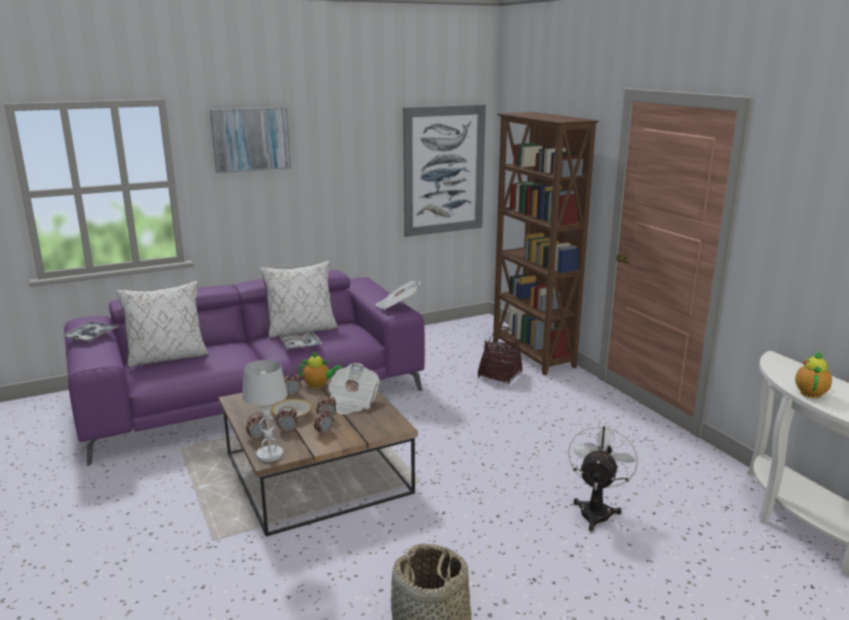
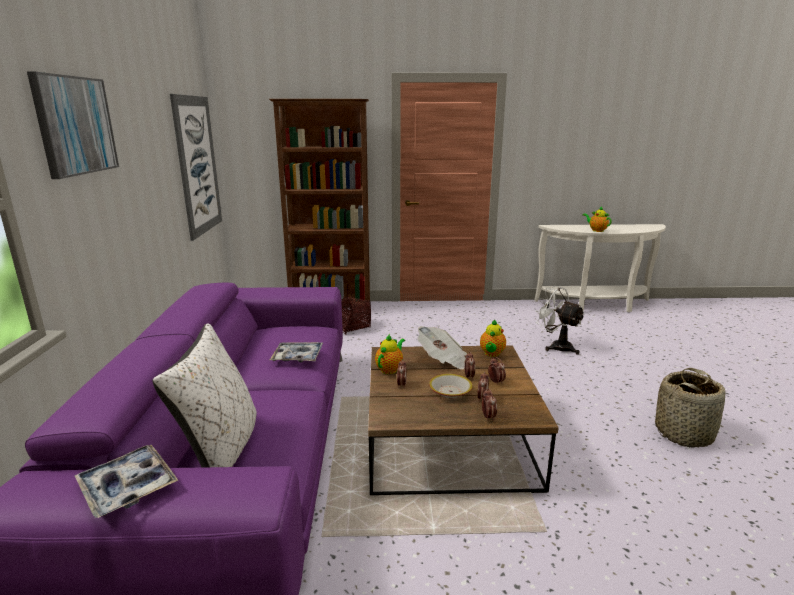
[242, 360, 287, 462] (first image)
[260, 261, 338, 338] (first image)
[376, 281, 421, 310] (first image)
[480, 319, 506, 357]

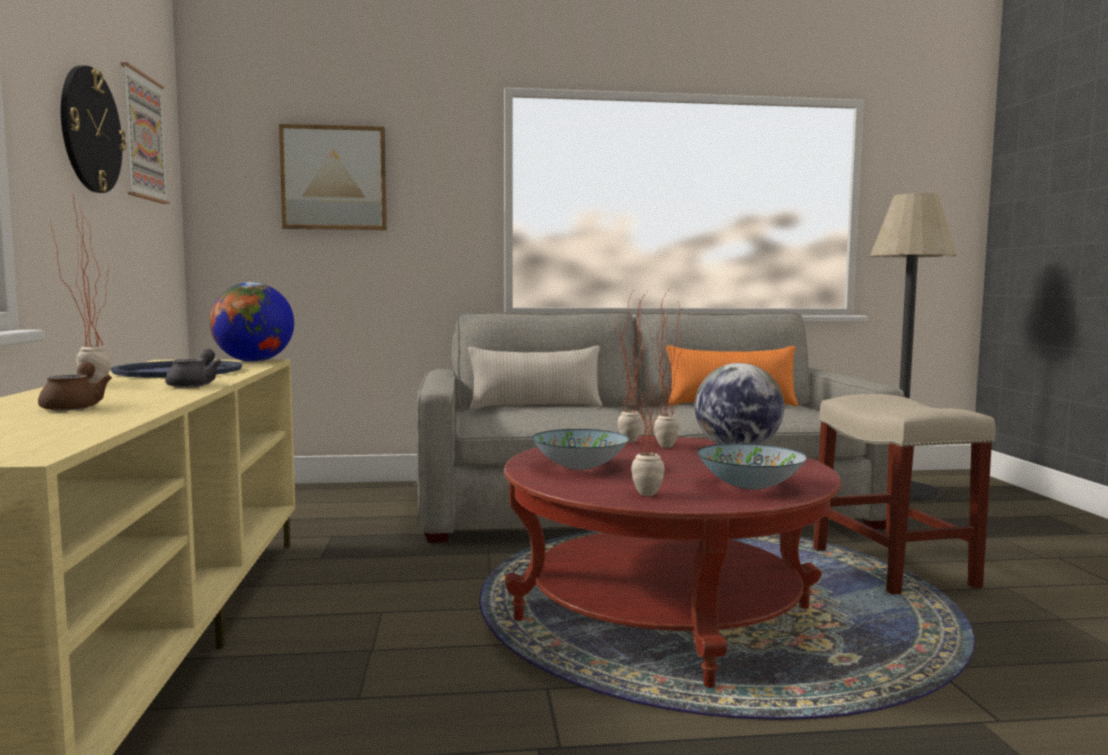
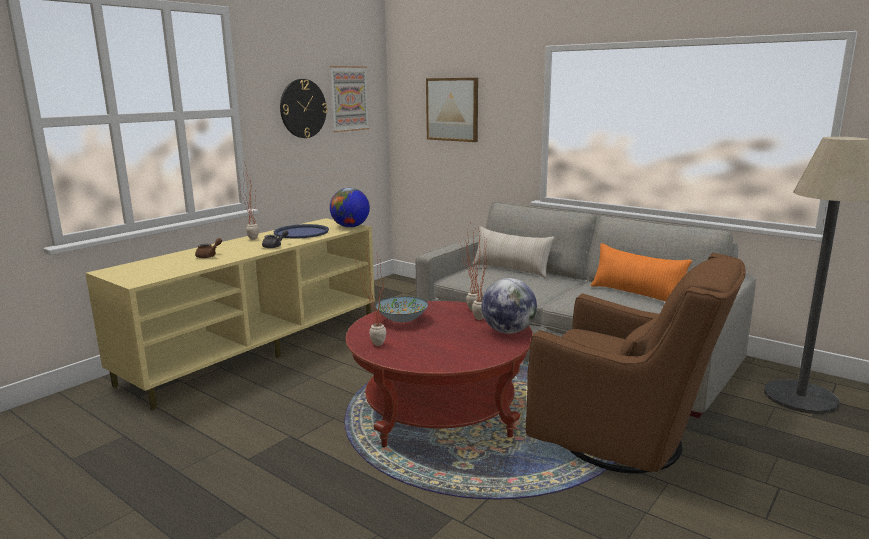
[697, 444, 807, 490] (first image)
[526, 253, 745, 474]

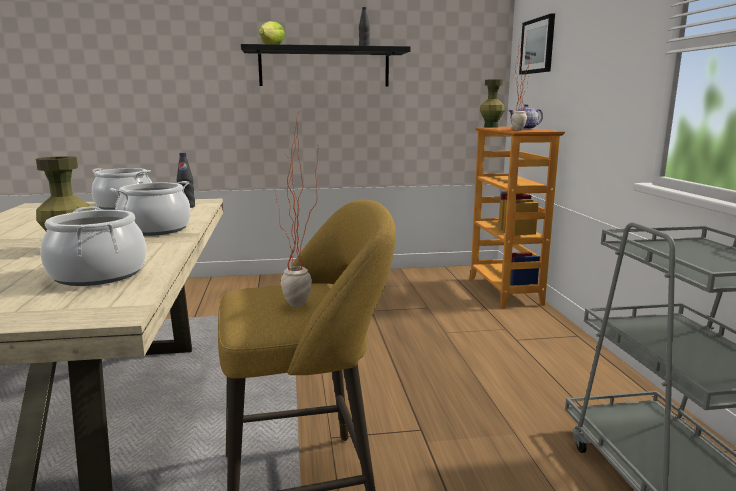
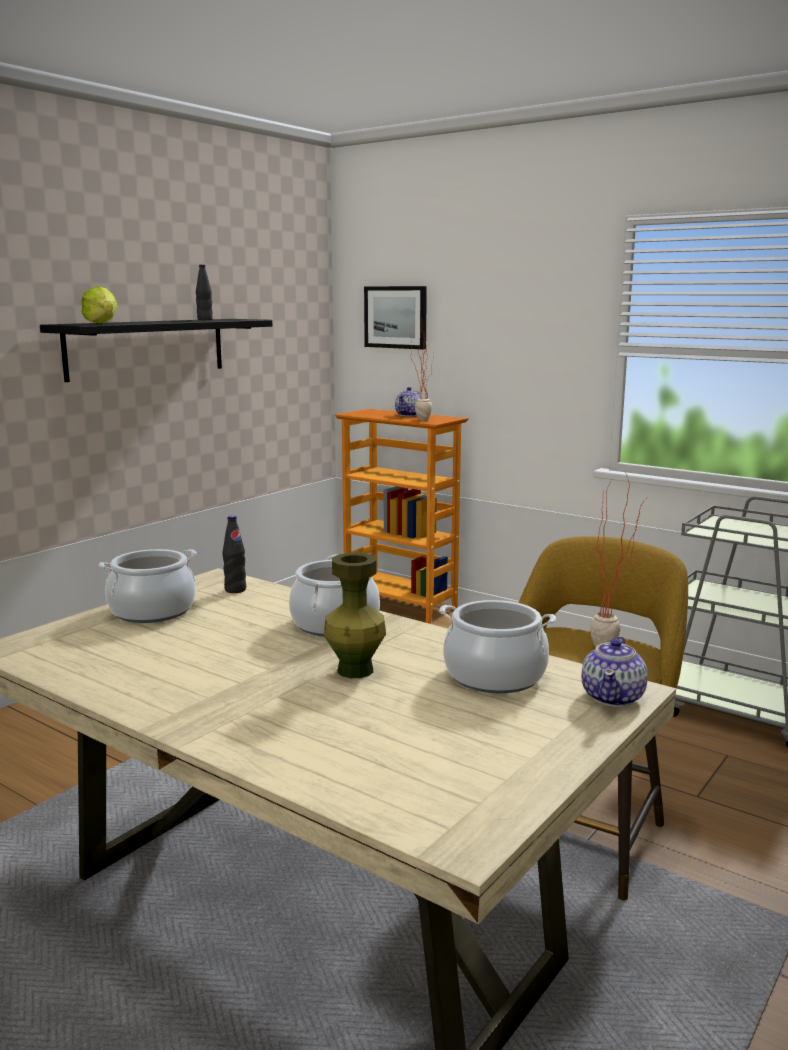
[480, 79, 505, 128] (first image)
[581, 636, 648, 707]

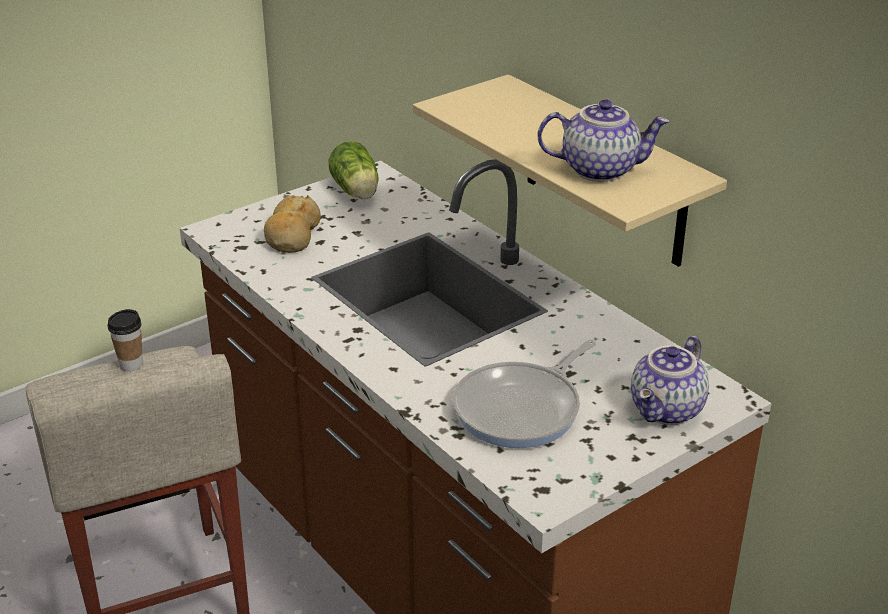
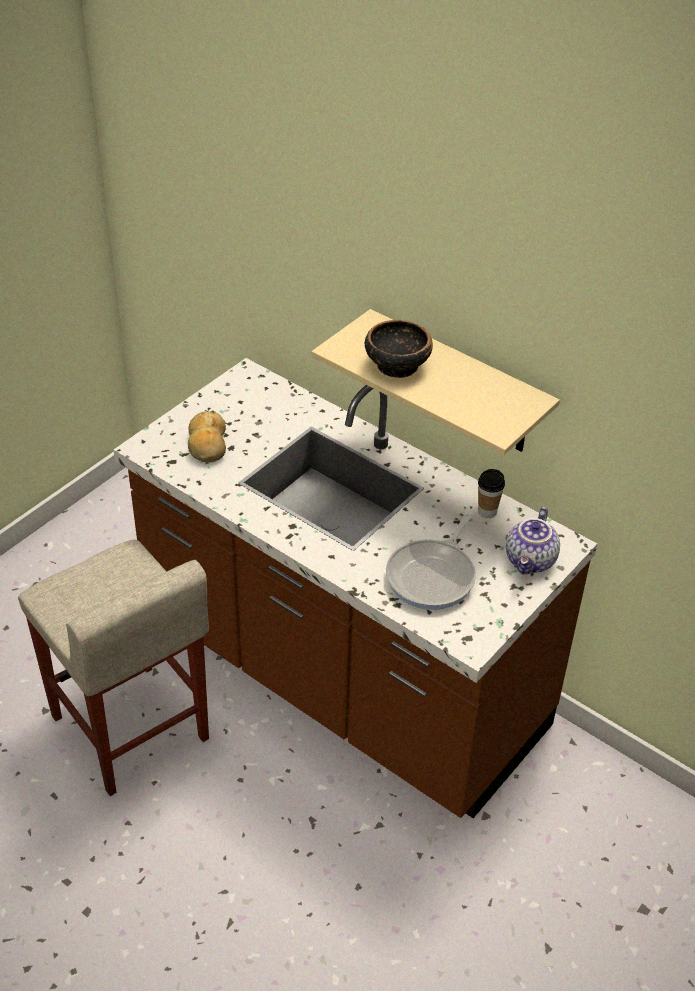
[329, 141, 379, 199] (first image)
[537, 99, 670, 182] (first image)
[365, 320, 433, 378]
[478, 469, 505, 518]

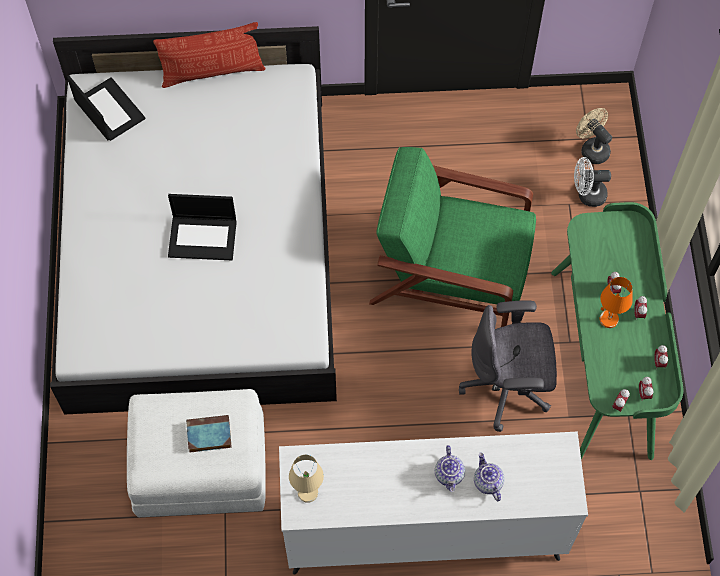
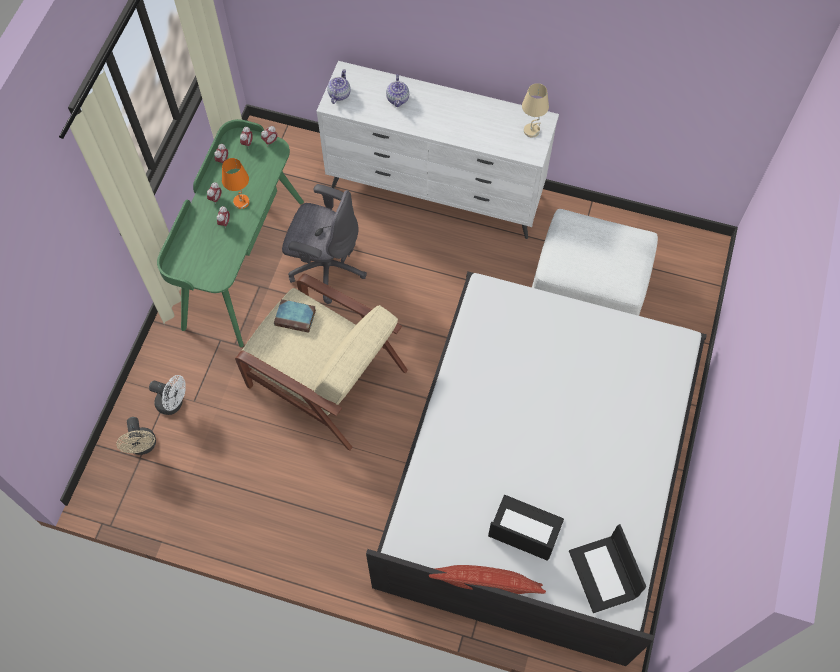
[488, 495, 564, 561]
[274, 299, 316, 333]
[327, 69, 351, 104]
[235, 274, 408, 451]

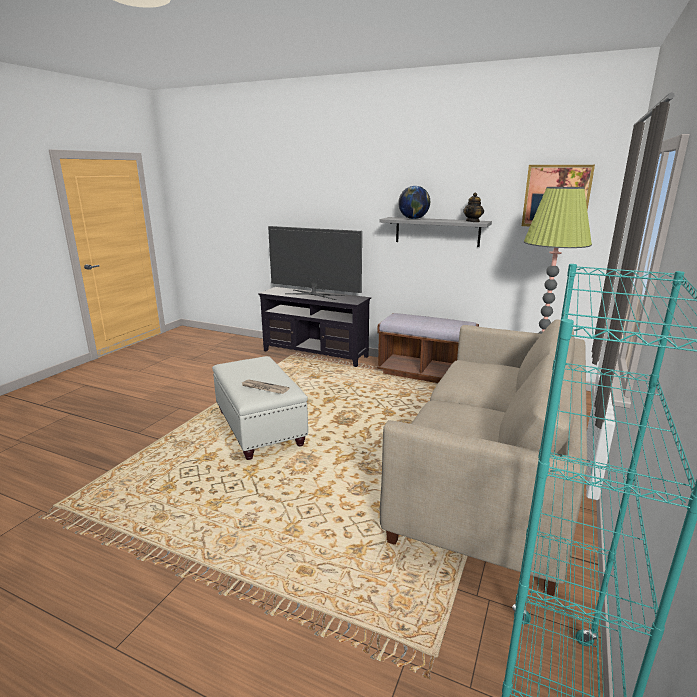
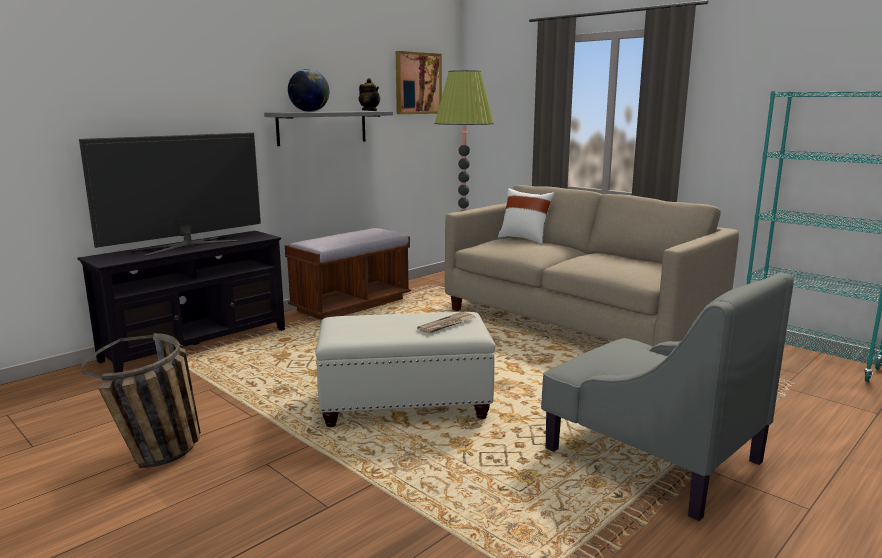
[80, 333, 201, 468]
[498, 188, 555, 244]
[541, 273, 794, 521]

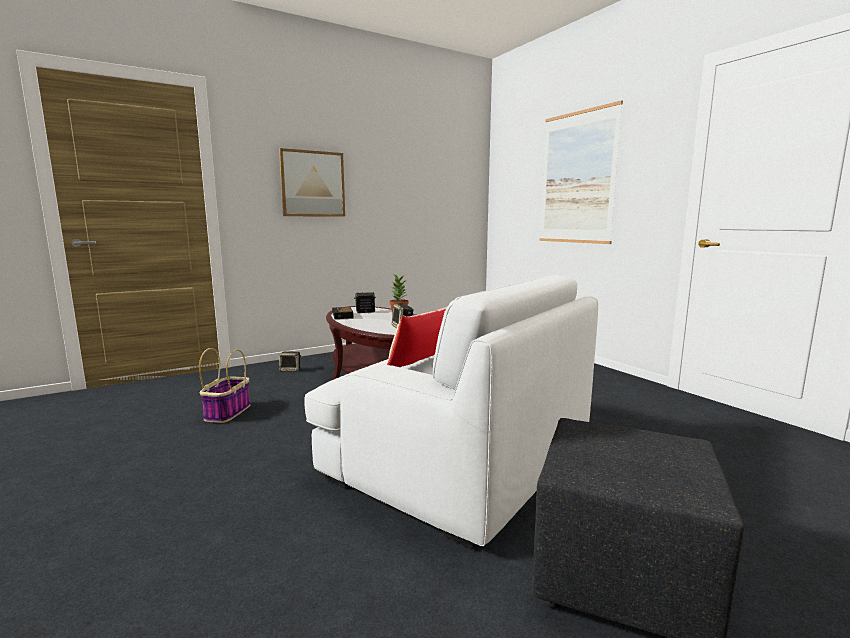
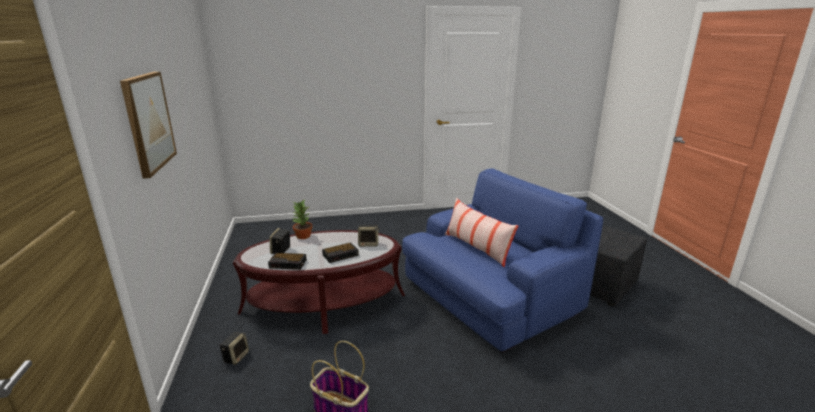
[539, 100, 623, 244] (first image)
[322, 242, 359, 263]
[402, 168, 603, 353]

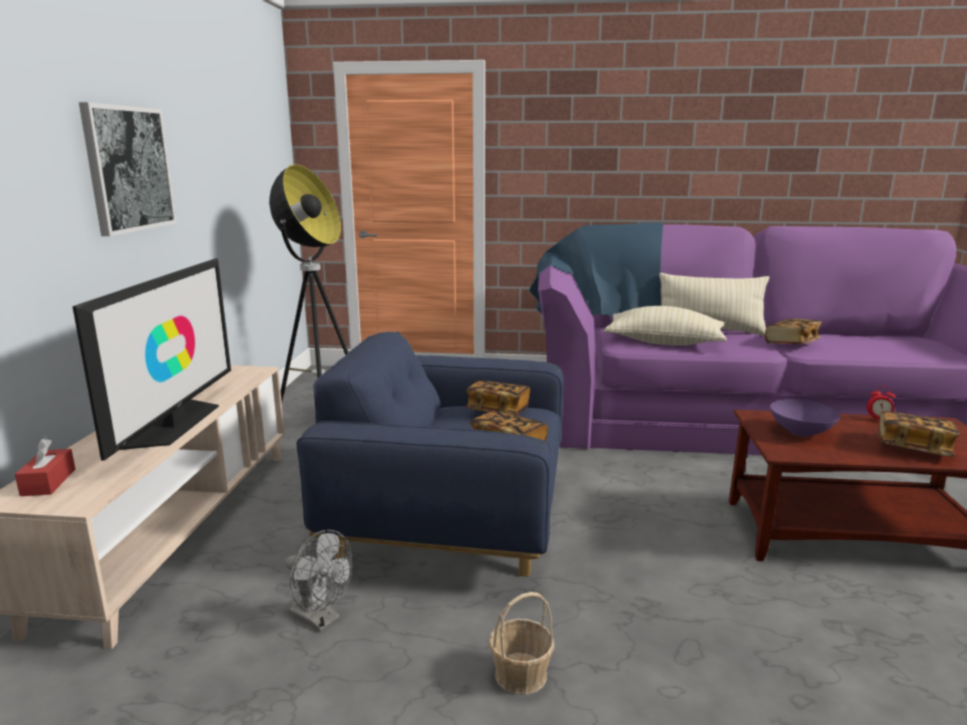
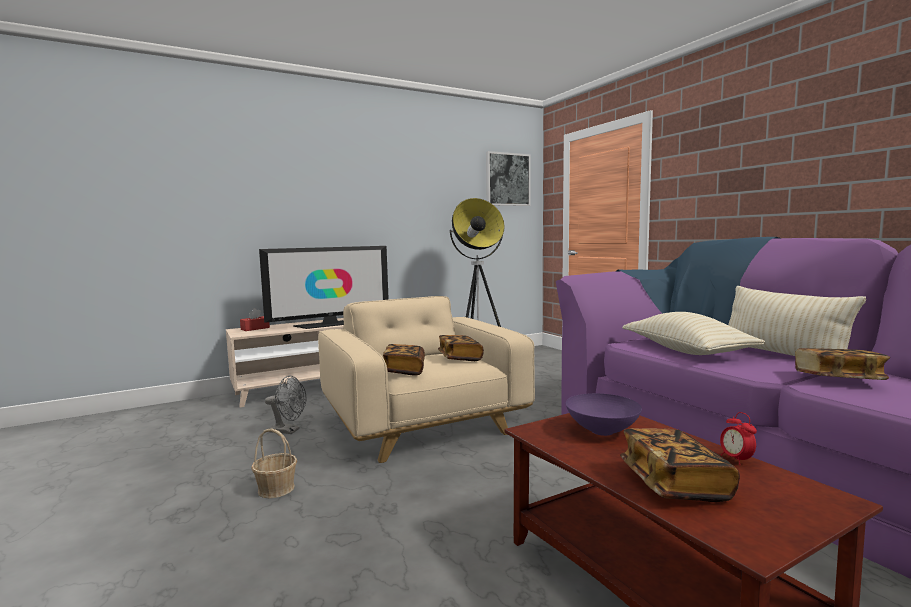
[486, 151, 531, 206]
[318, 296, 535, 463]
[265, 376, 306, 434]

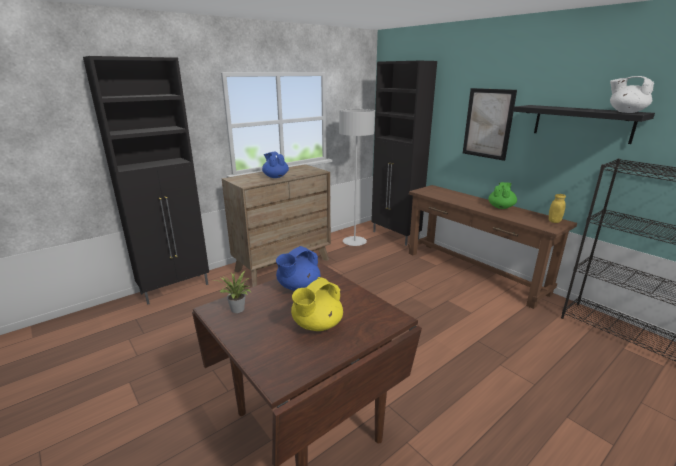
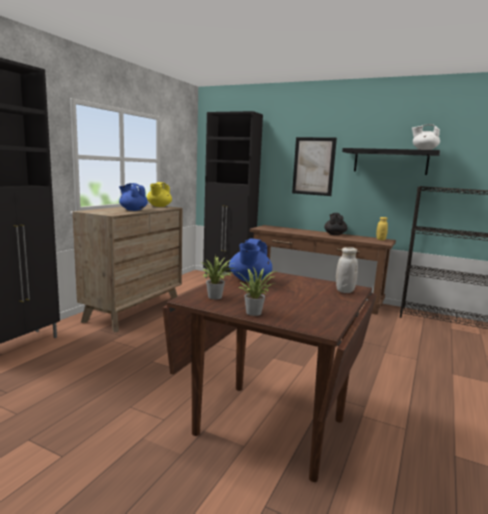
[339, 109, 375, 246] (first image)
[237, 267, 277, 316]
[336, 247, 358, 293]
[147, 182, 172, 207]
[324, 213, 348, 235]

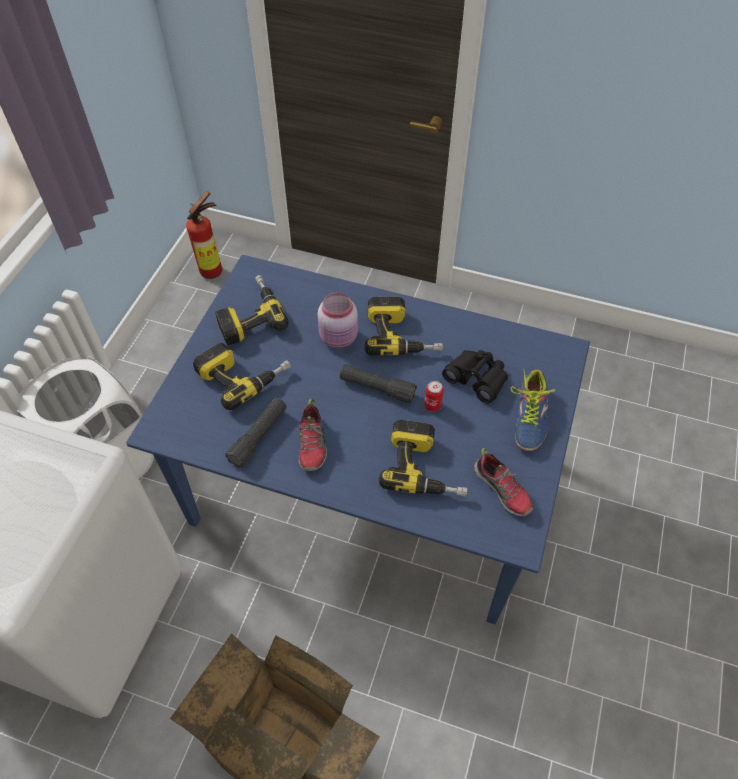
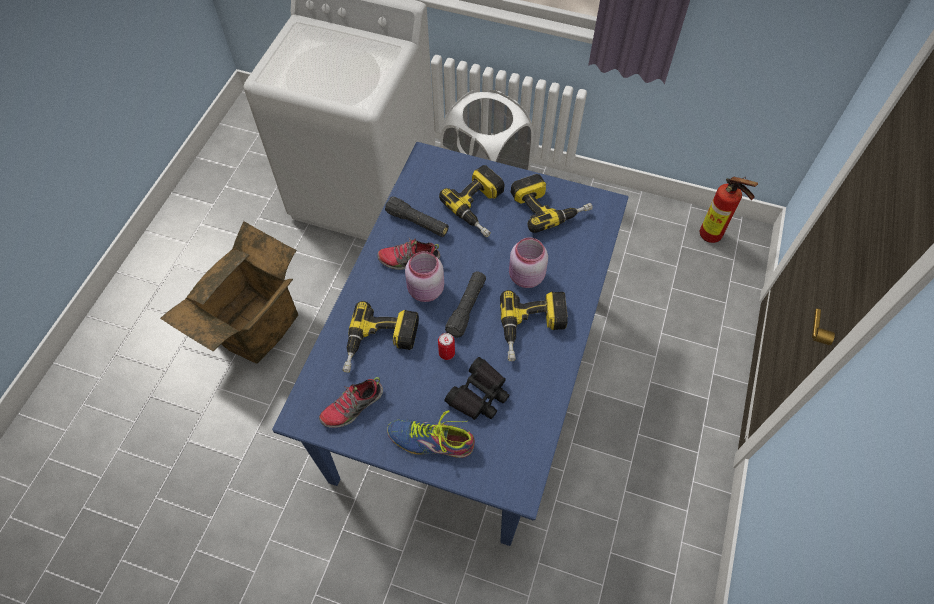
[405, 251, 444, 302]

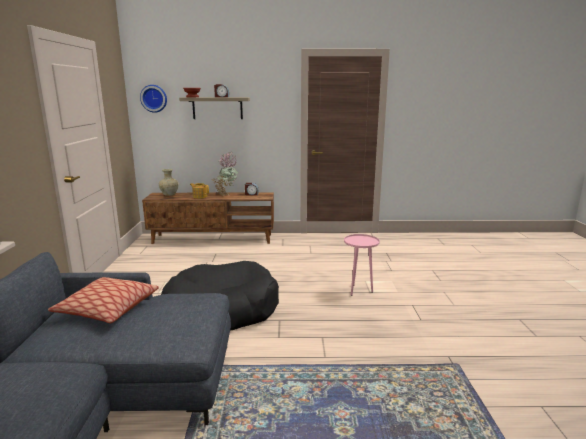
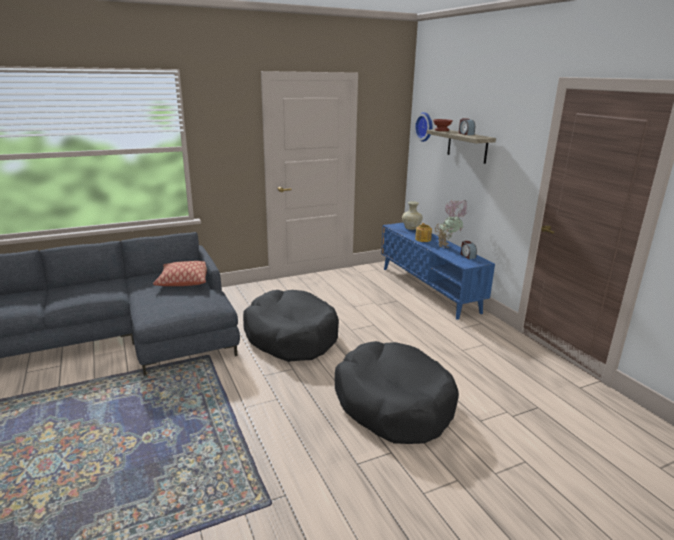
[335, 341, 459, 444]
[381, 223, 495, 320]

